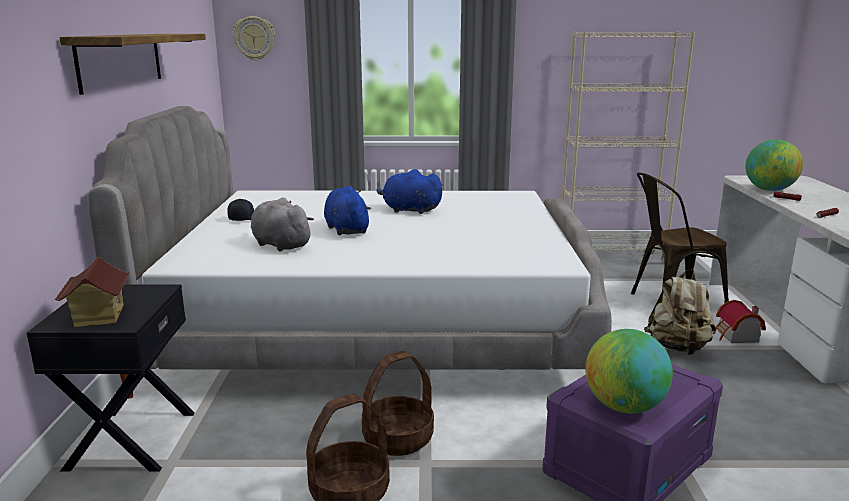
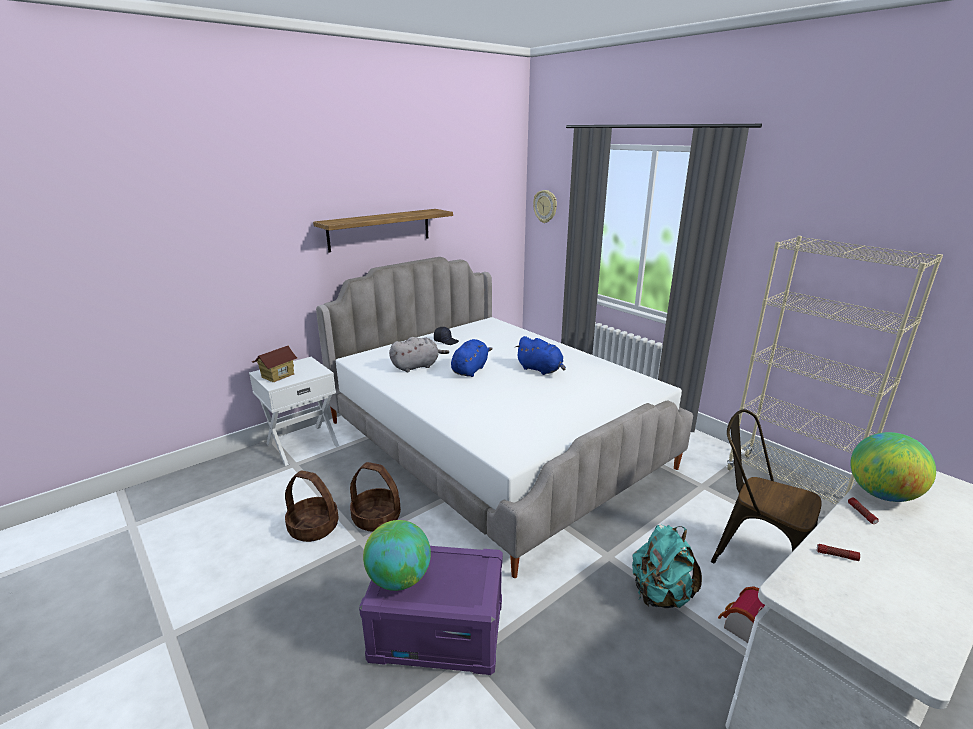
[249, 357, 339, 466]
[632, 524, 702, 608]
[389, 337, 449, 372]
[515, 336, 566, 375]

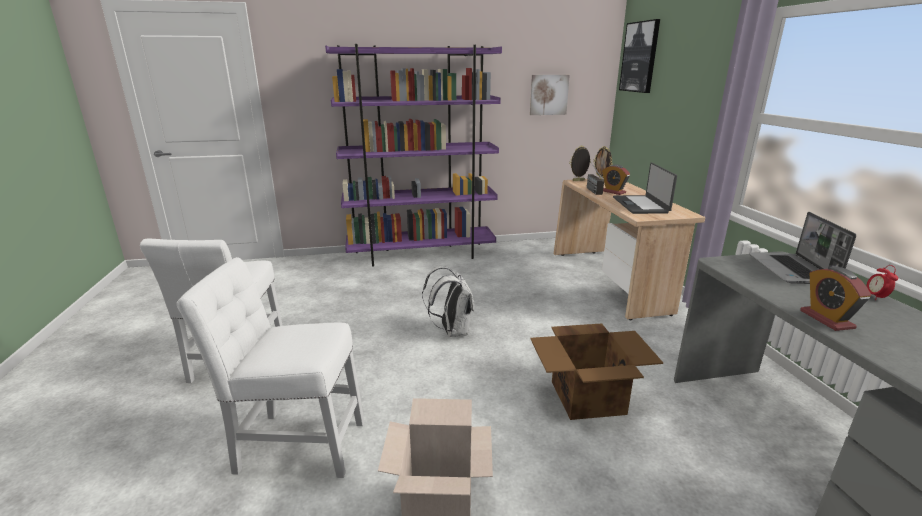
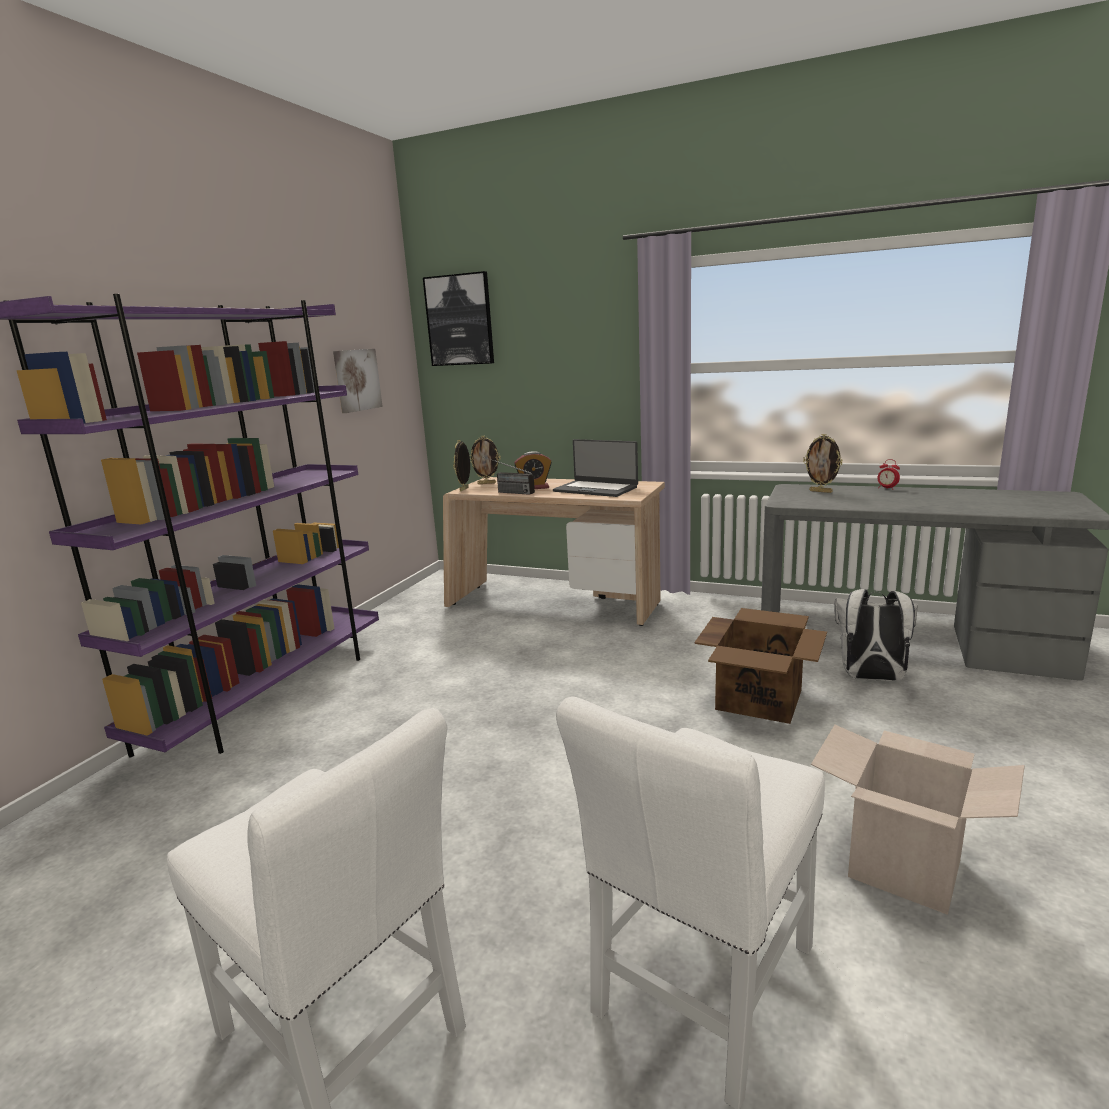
[800, 267, 871, 331] (first image)
[835, 589, 918, 681]
[803, 434, 842, 493]

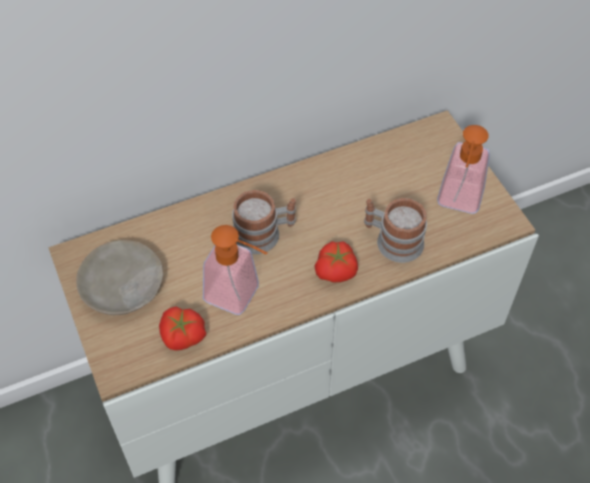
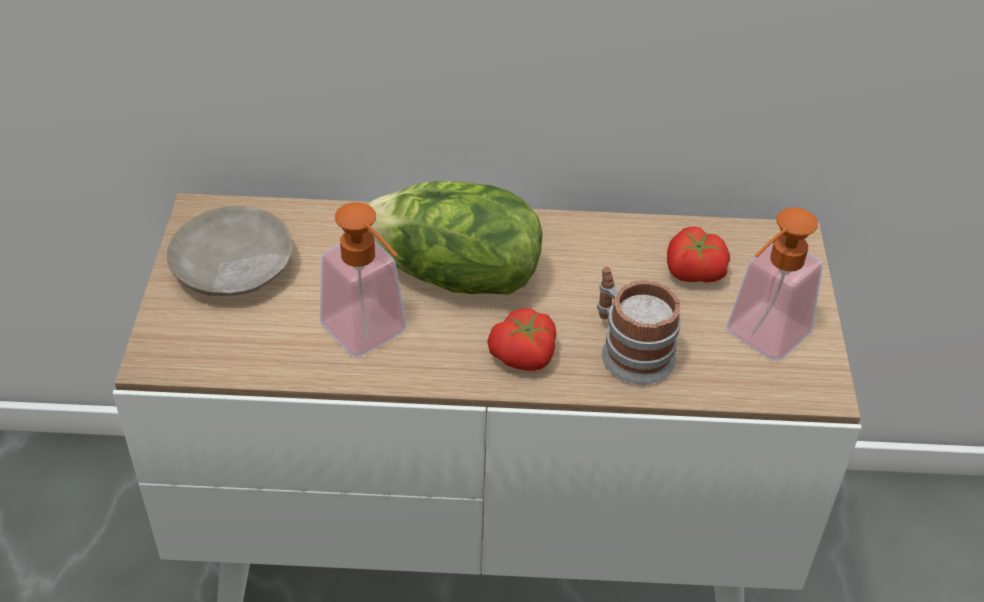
[667, 226, 730, 283]
[367, 181, 542, 294]

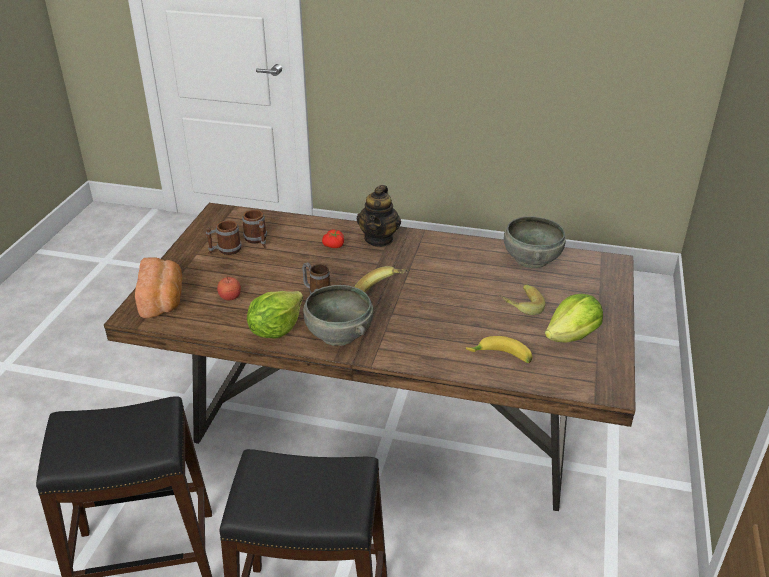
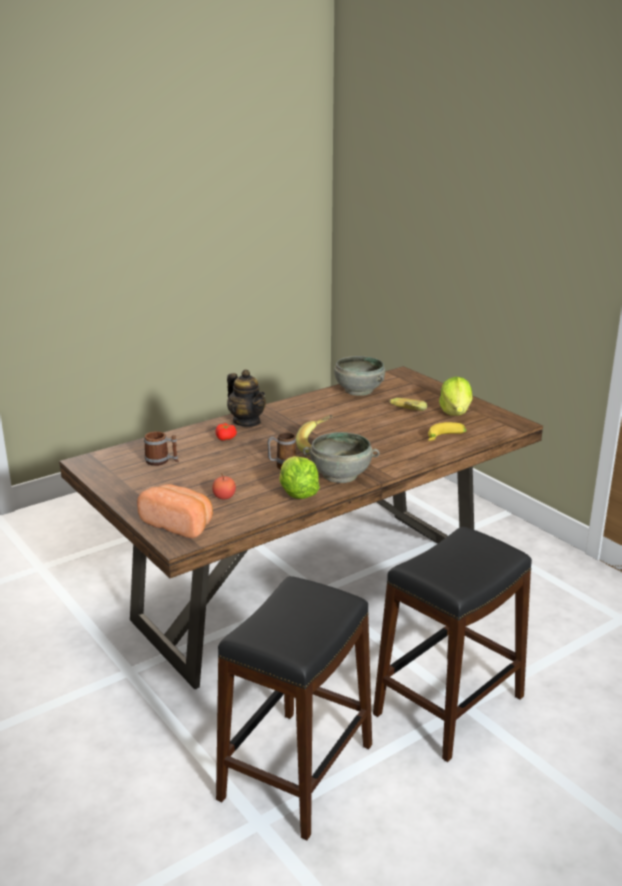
[206, 220, 242, 255] (first image)

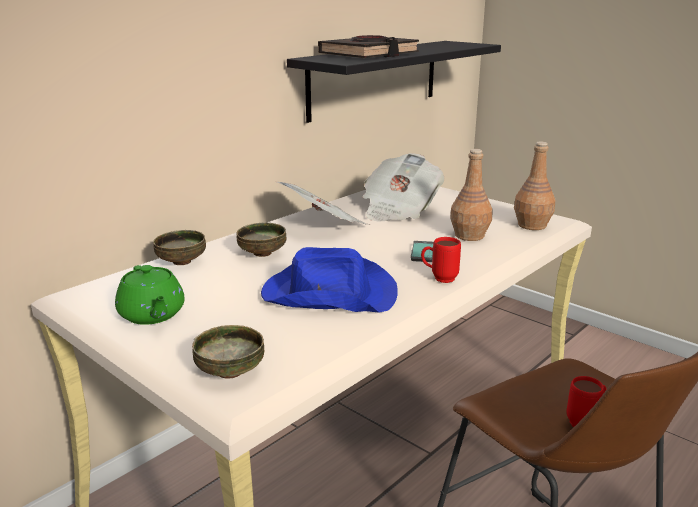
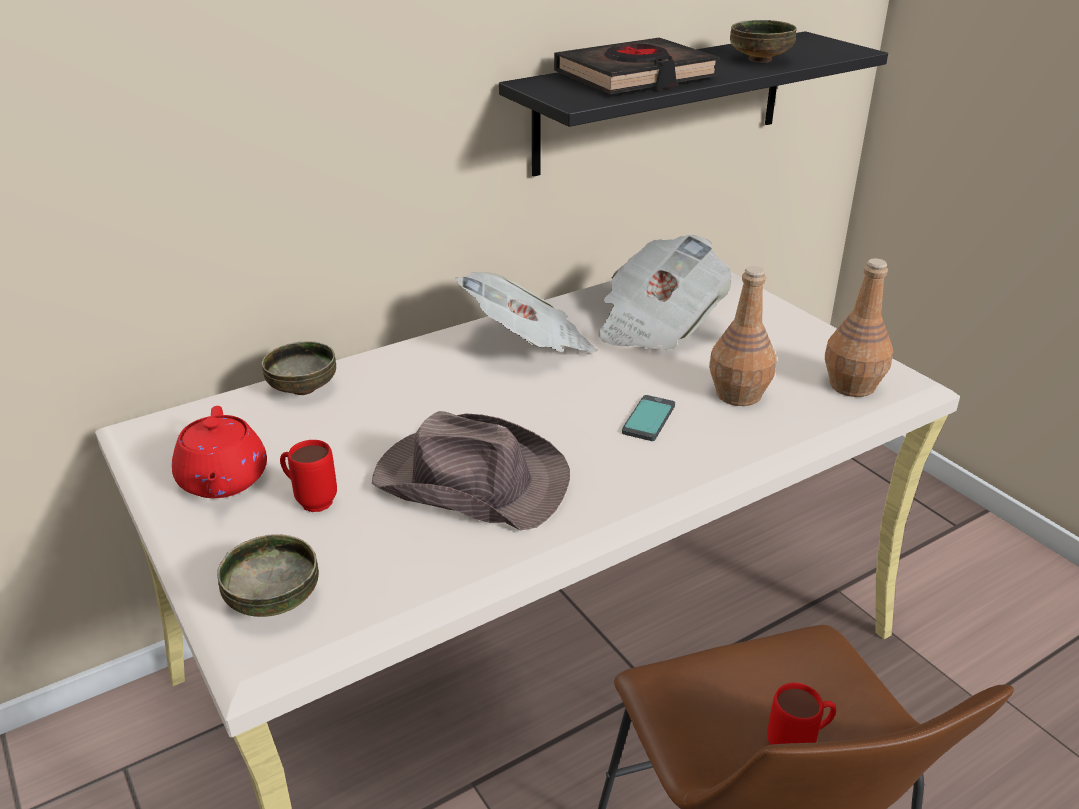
[730, 20, 797, 62]
[280, 440, 337, 512]
[172, 406, 267, 498]
[372, 411, 570, 531]

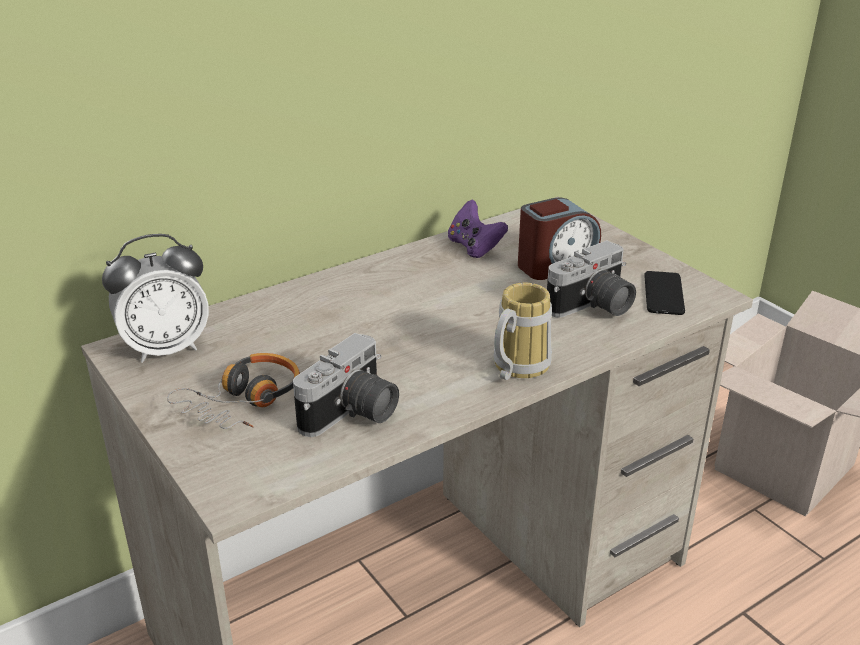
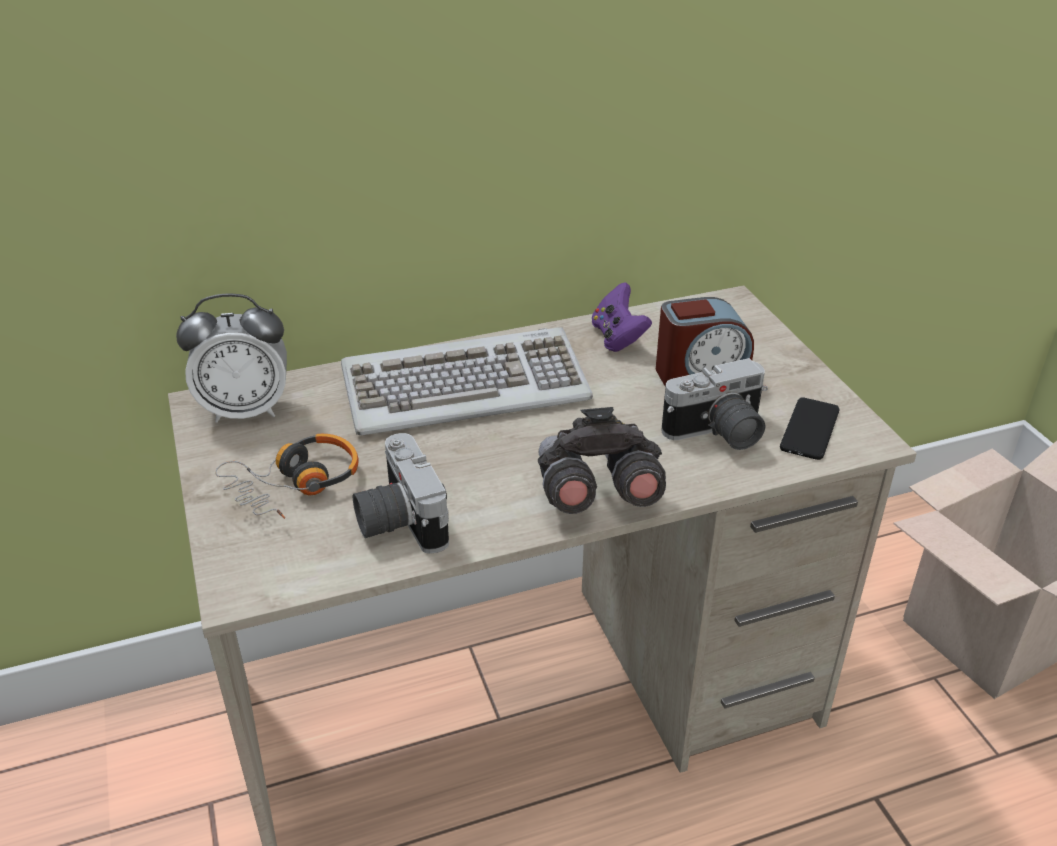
[341, 327, 593, 435]
[538, 407, 666, 514]
[353, 433, 449, 554]

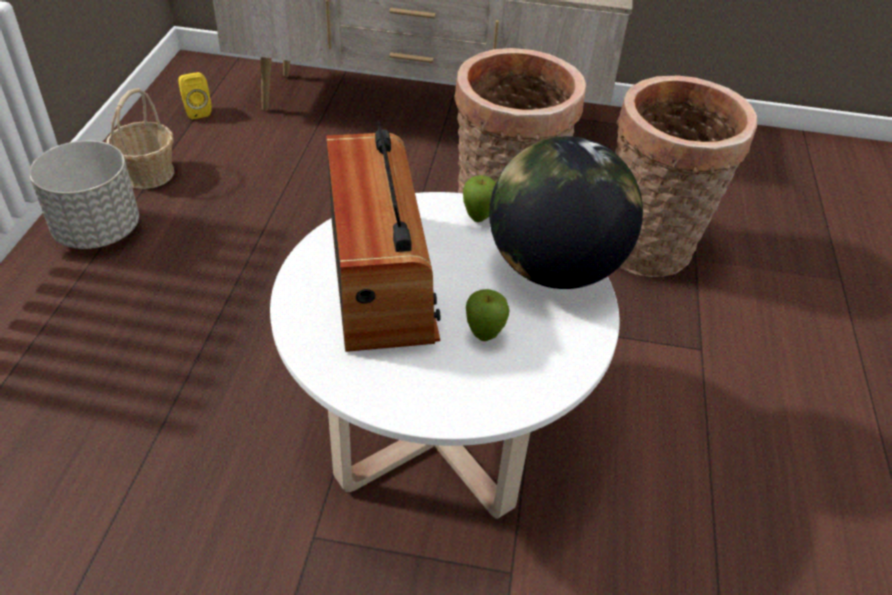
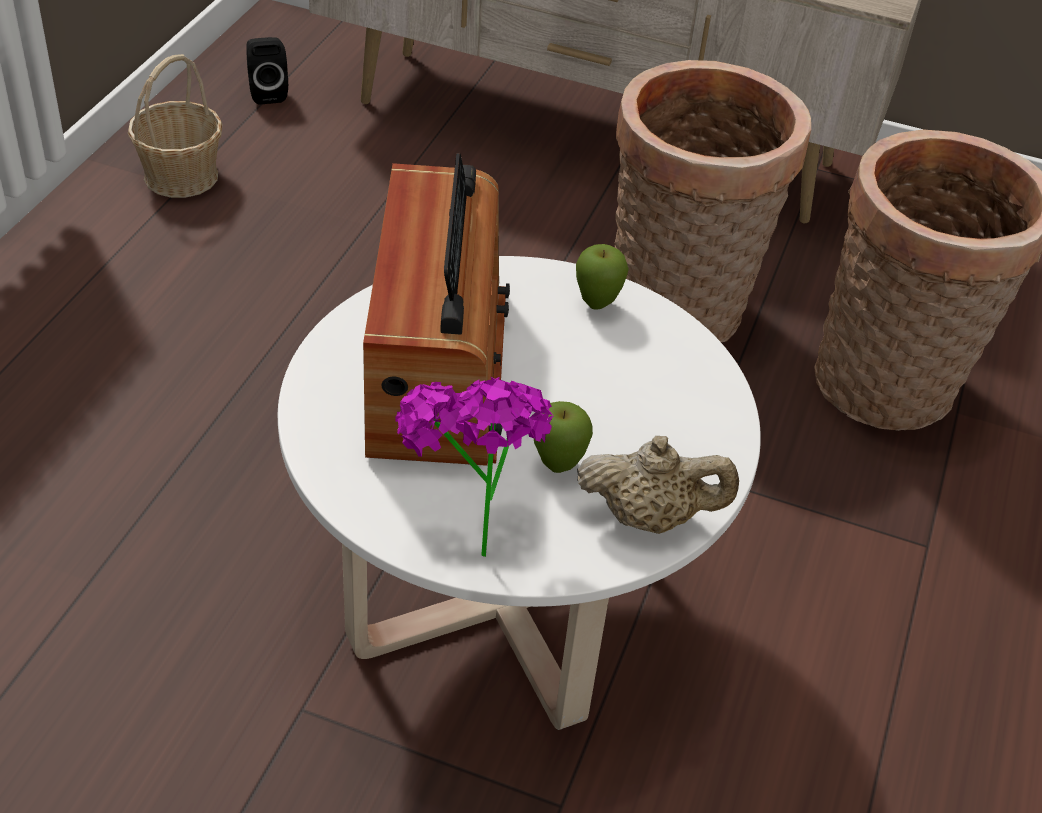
[29, 140, 139, 249] (first image)
[489, 136, 643, 289] (first image)
[396, 377, 553, 557]
[577, 436, 739, 534]
[246, 37, 288, 105]

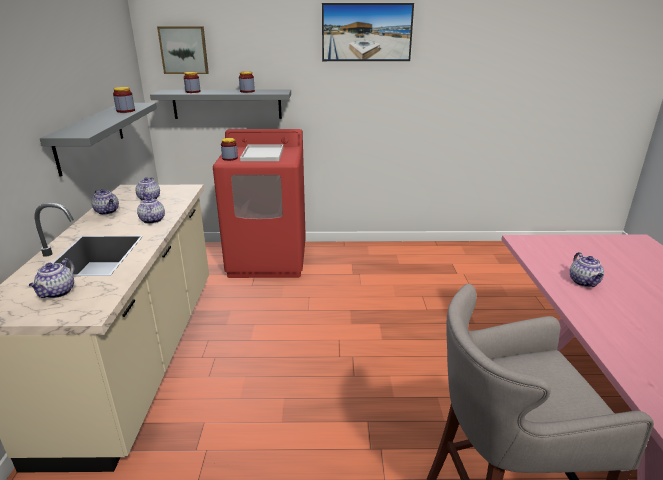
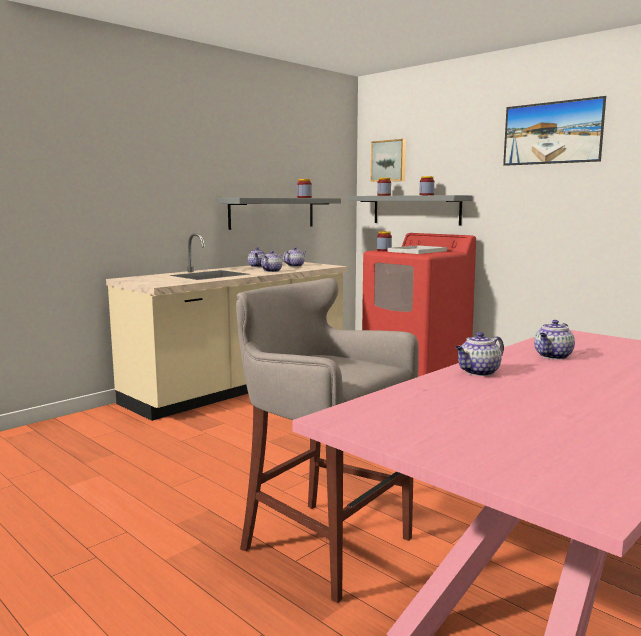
[455, 332, 504, 376]

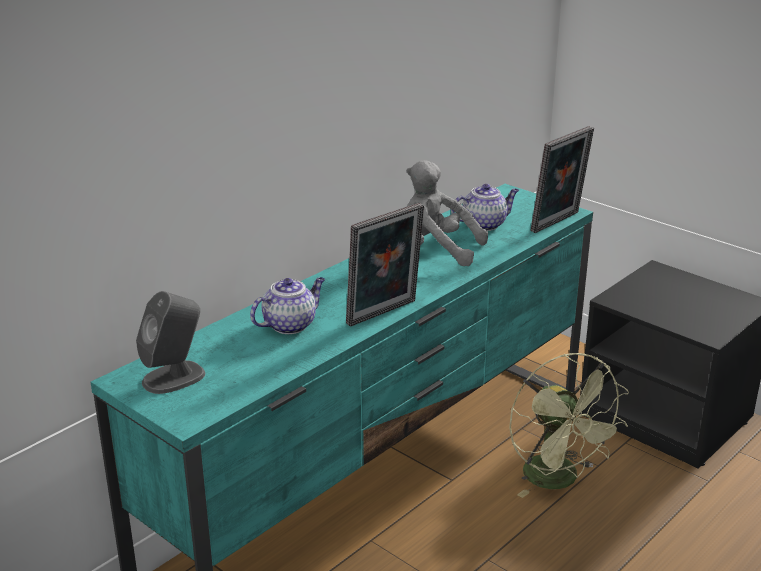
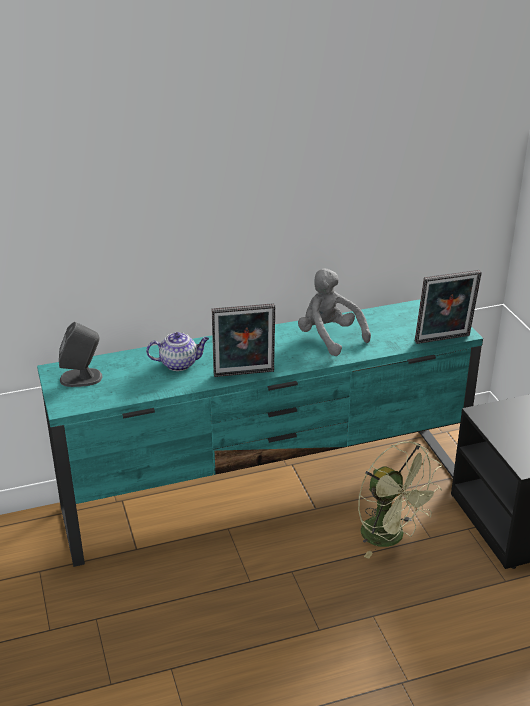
[451, 184, 519, 231] (first image)
[358, 441, 442, 559]

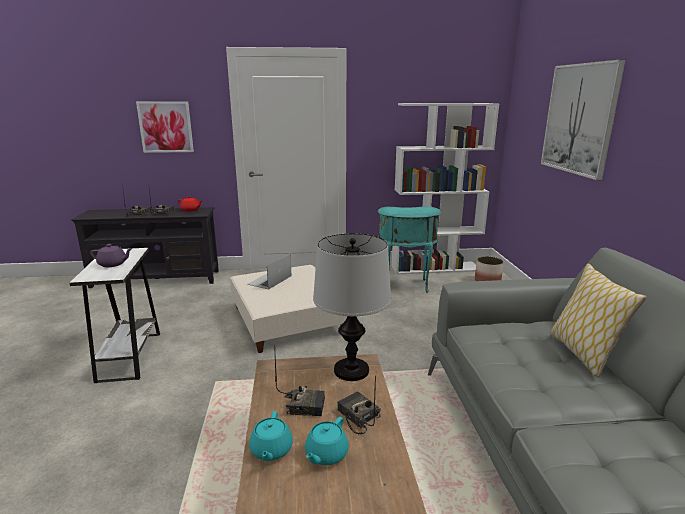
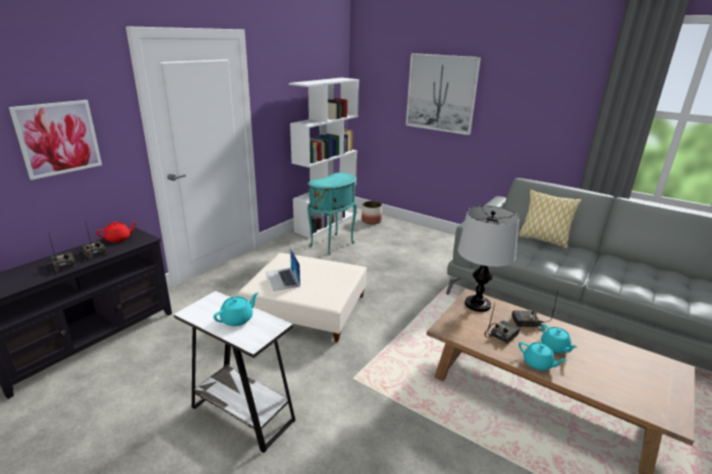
[213, 293, 258, 326]

